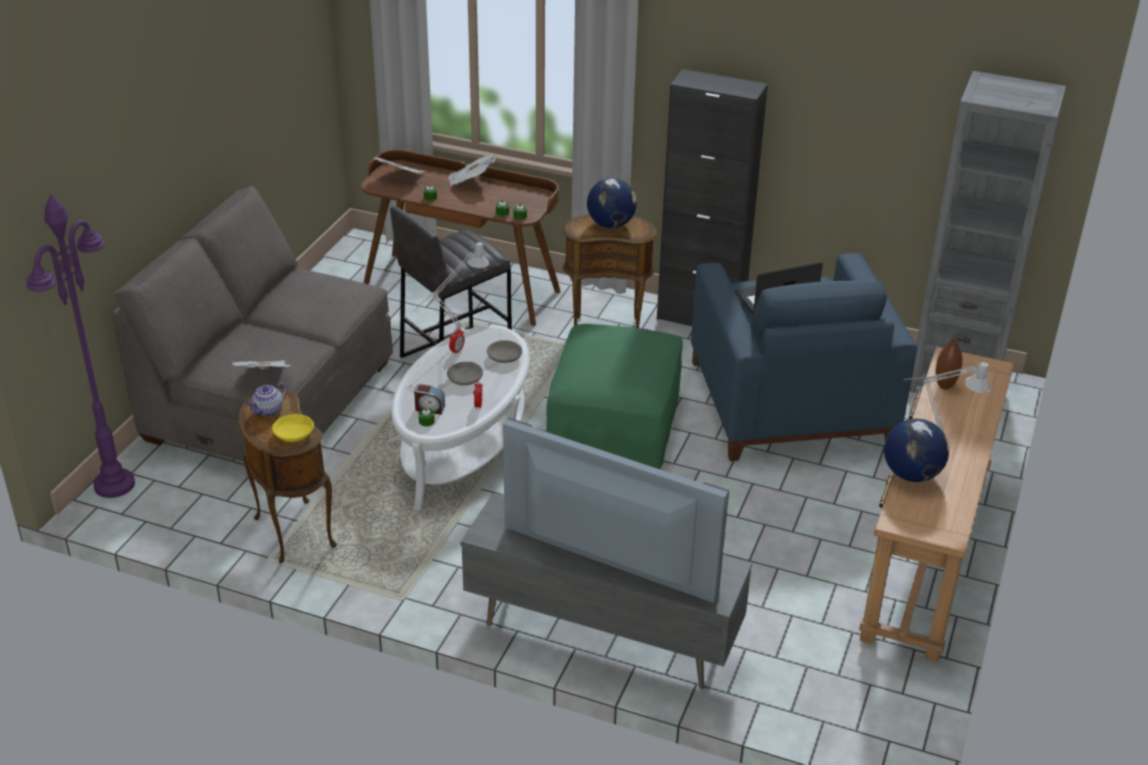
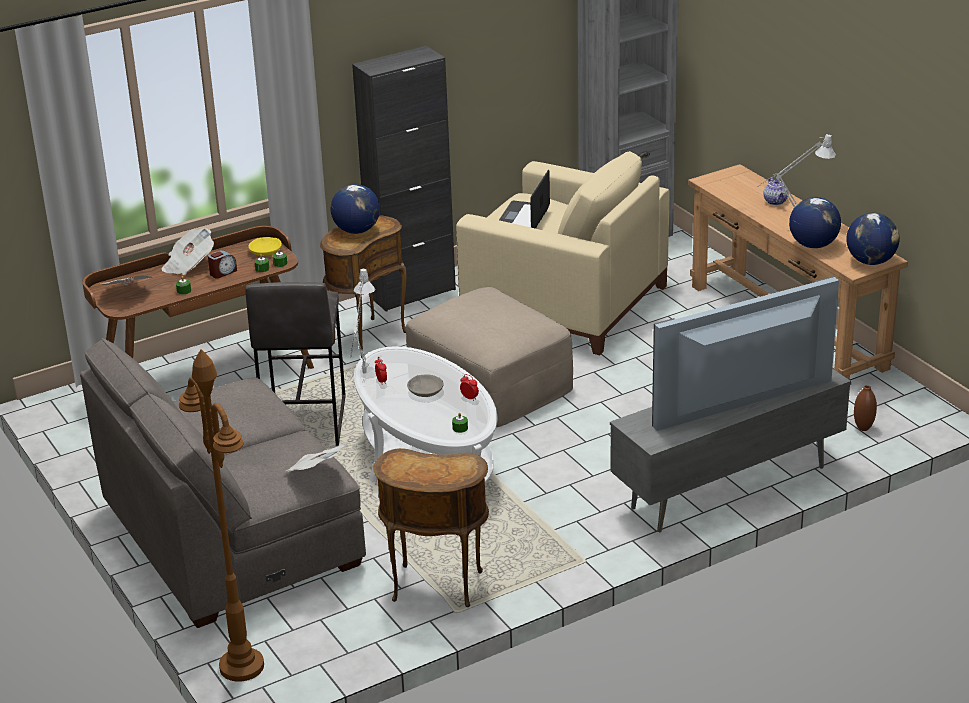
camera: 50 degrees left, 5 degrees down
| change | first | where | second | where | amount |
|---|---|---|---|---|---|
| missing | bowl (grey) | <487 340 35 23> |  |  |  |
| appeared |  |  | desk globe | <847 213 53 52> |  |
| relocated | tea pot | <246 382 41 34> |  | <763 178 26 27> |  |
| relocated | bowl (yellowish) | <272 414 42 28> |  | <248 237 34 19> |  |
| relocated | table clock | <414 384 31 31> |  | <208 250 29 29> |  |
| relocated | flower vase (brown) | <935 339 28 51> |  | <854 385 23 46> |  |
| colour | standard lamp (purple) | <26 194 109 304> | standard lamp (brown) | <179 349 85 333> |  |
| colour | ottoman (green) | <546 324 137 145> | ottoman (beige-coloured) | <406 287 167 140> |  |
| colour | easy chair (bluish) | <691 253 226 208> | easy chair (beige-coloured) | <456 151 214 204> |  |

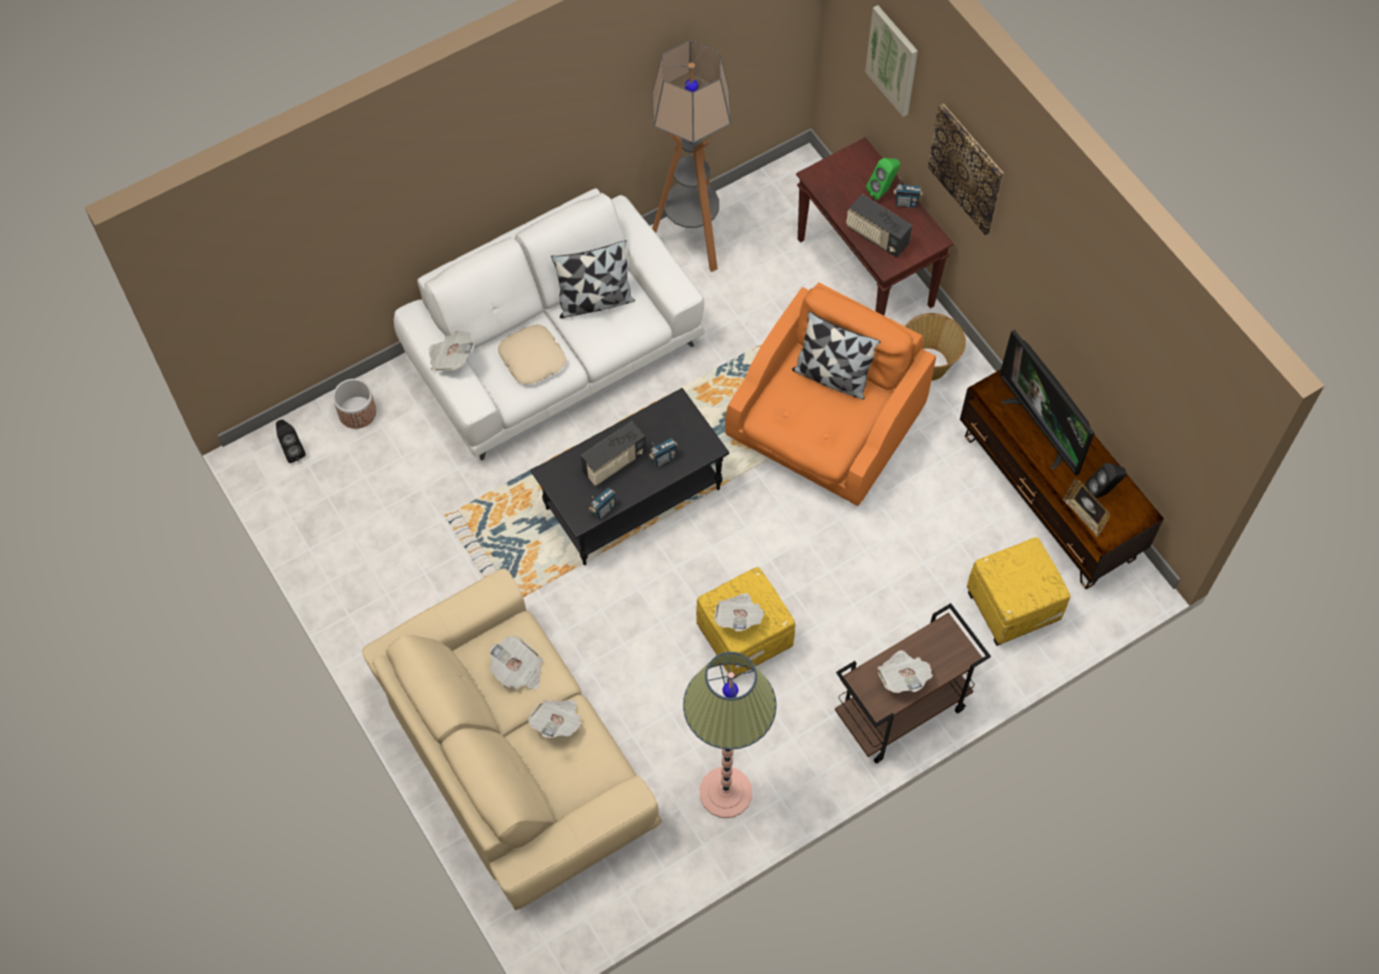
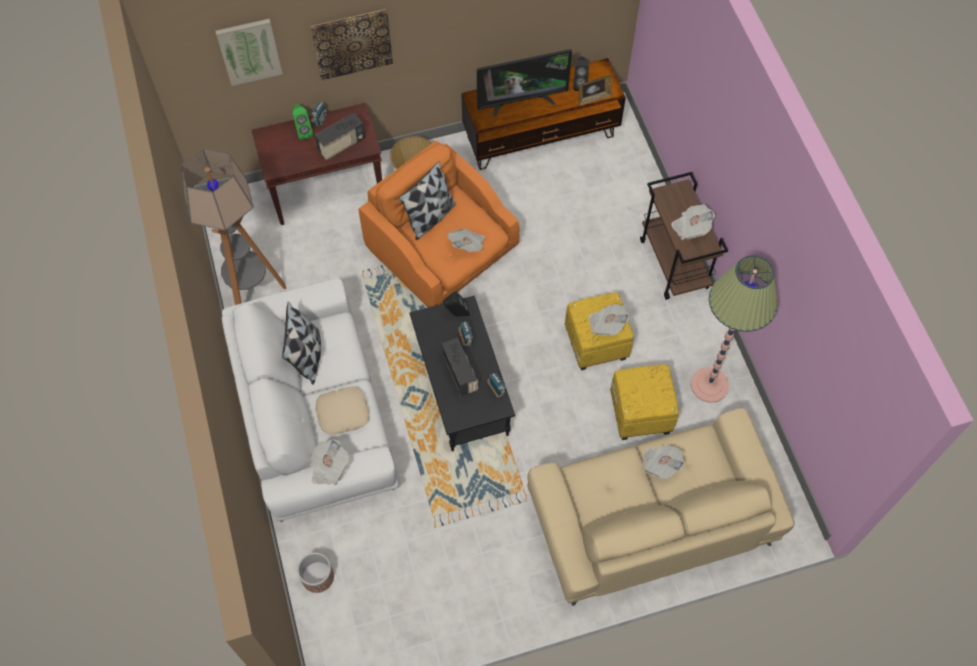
camera: 75 degrees left, 0 degrees up
| change | first | where | second | where | amount |
|---|---|---|---|---|---|
| relocated | audio speaker (black) | <276 419 30 44> |  | <443 291 27 26> |  |
| relocated | daily paper | <490 636 53 54> |  | <448 228 37 24> |  |
| relocated | ottoman (yellowish) | <967 537 103 109> |  | <610 364 69 76> |  |

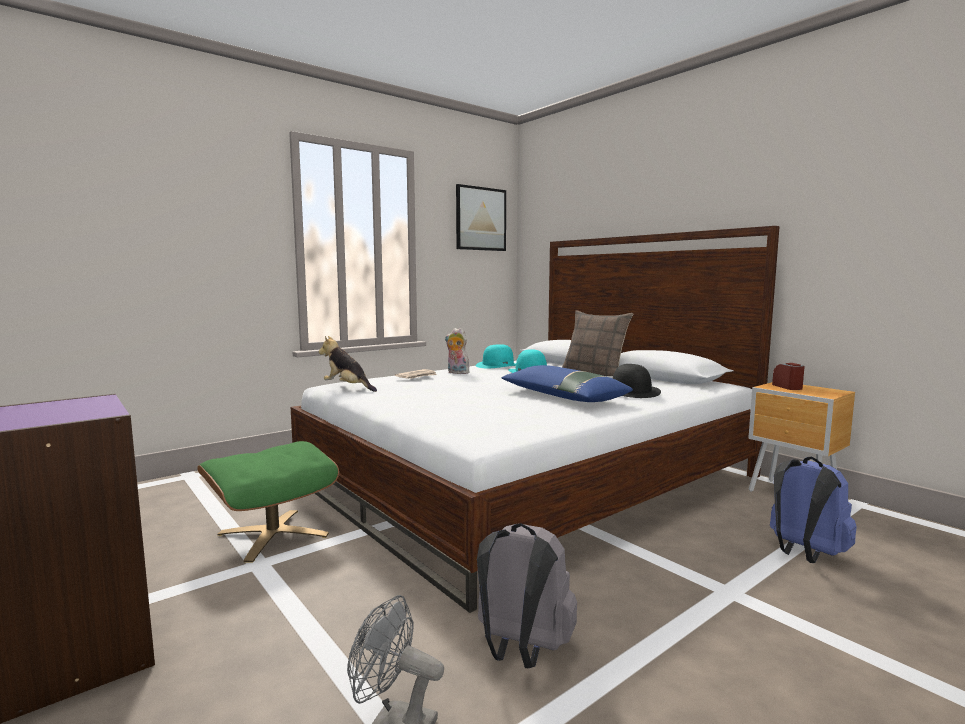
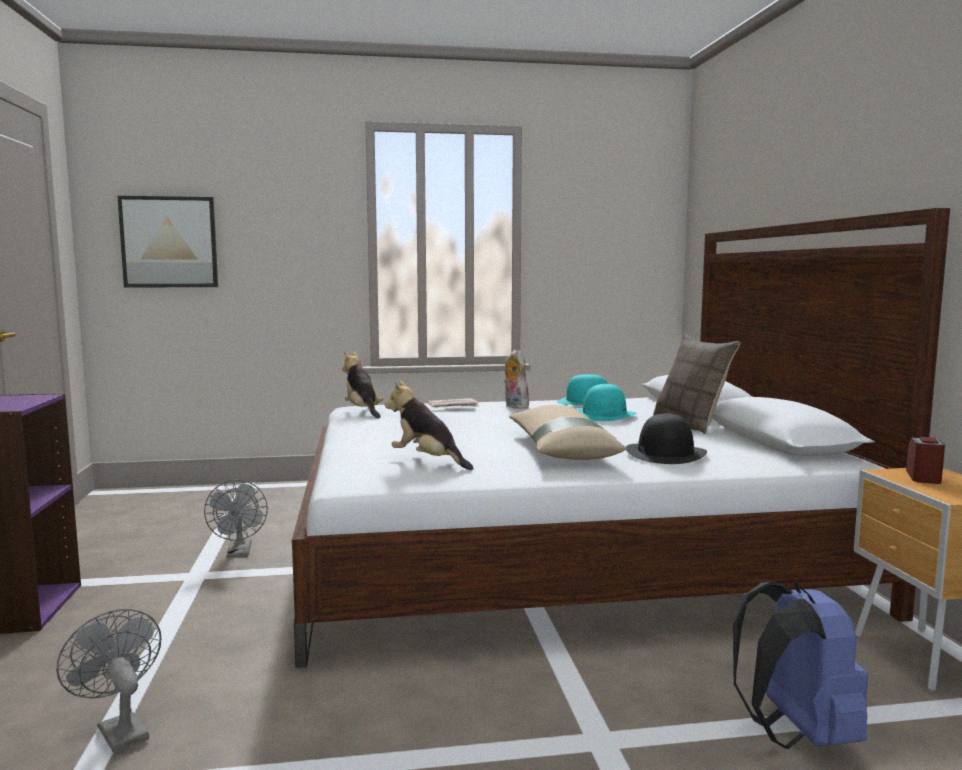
camera: 30 degrees right, 0 degrees up
| change | first | where | second | where | amount |
|---|---|---|---|---|---|
| missing | backpack (grey) | <477 523 100 145> |  |  |  |
| appeared |  |  | plush toy | <385 380 89 90> |  |
| relocated | wall art | <456 184 50 67> |  | <117 196 101 91> |  |
| exchanged | ottoman (green) | <197 441 142 122> | electric fan (grey) | <204 480 64 77> |  |
| colour | throw pillow (bluish) | <501 365 132 37> | throw pillow (beige-coloured) | <509 405 117 55> |  |

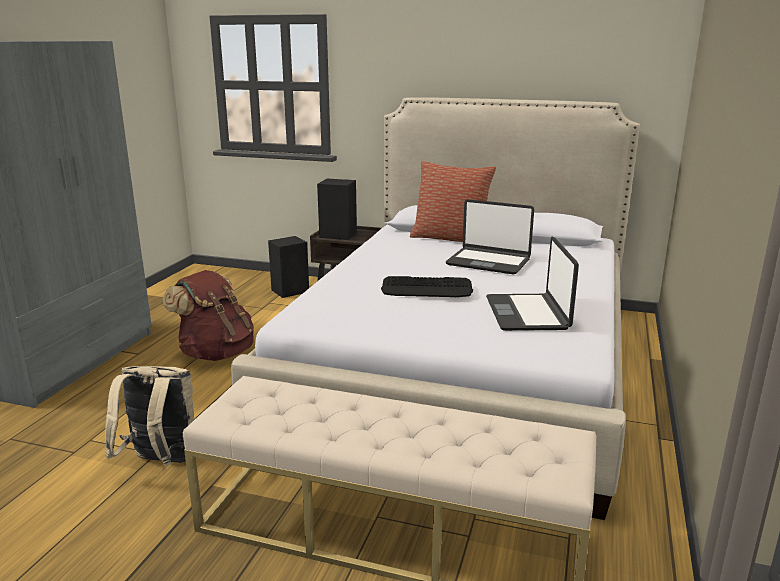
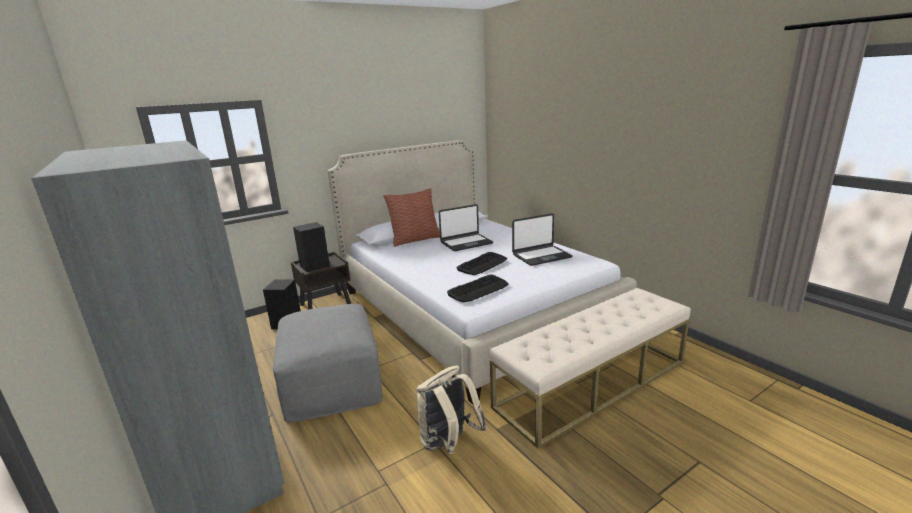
camera: 50 degrees left, 0 degrees up
| change | first | where | second | where | amount |
|---|---|---|---|---|---|
| appeared |  |  | computer keyboard | <447 274 62 29> |  |
| exchanged | backpack (brown) | <162 270 92 91> | ottoman (grey) | <273 304 109 119> |  |
| spun | portable computer | <486 236 93 95> |  | <512 213 60 53> | 60 degrees counterclockwise |

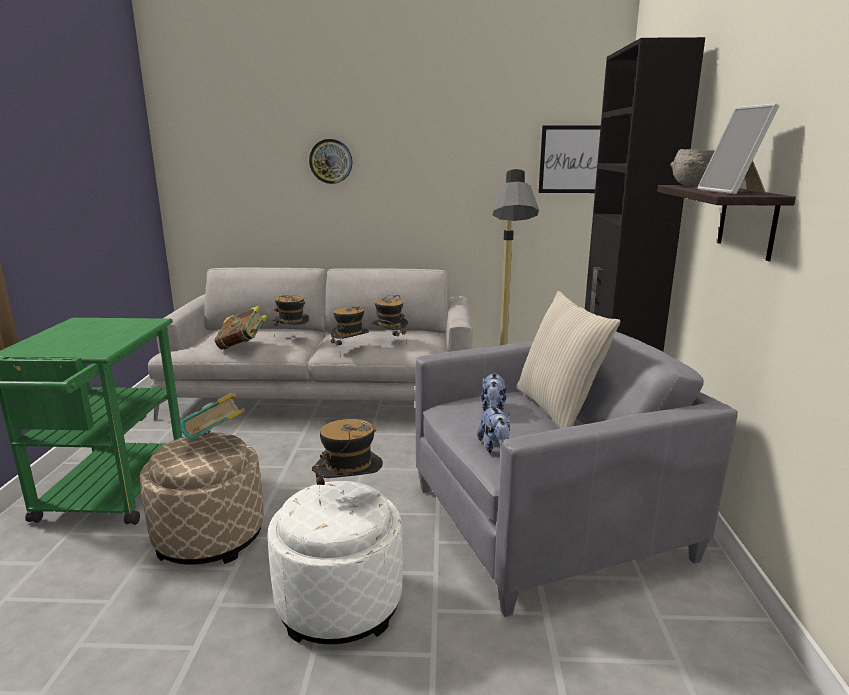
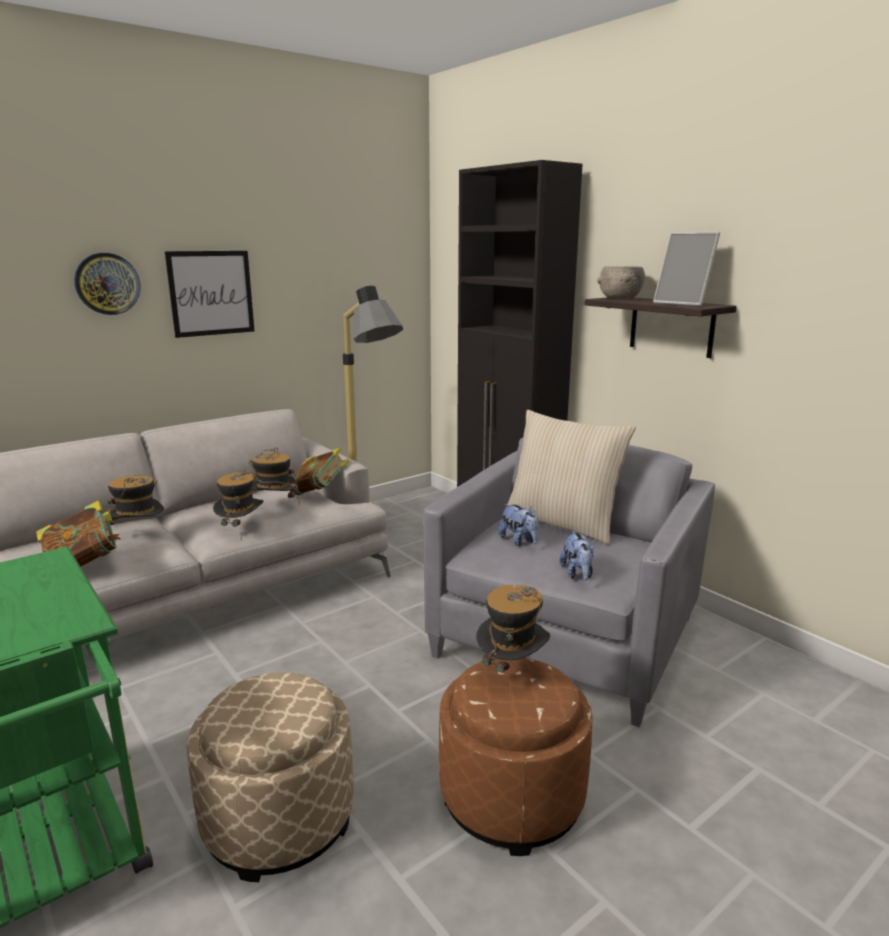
camera: 40 degrees left, 0 degrees up
| change | first | where | second | where | amount |
|---|---|---|---|---|---|
| relocated | bound book | <180 393 65 46> |  | <290 448 59 47> |  |
| relocated | wall art | <538 125 63 68> |  | <165 251 89 87> |  |
| colour | ottoman (white) | <267 481 136 163> | ottoman (brown) | <439 658 154 198> |  |
| spun | plush toy | <477 405 34 48> |  | <560 531 34 49> | 45 degrees clockwise |

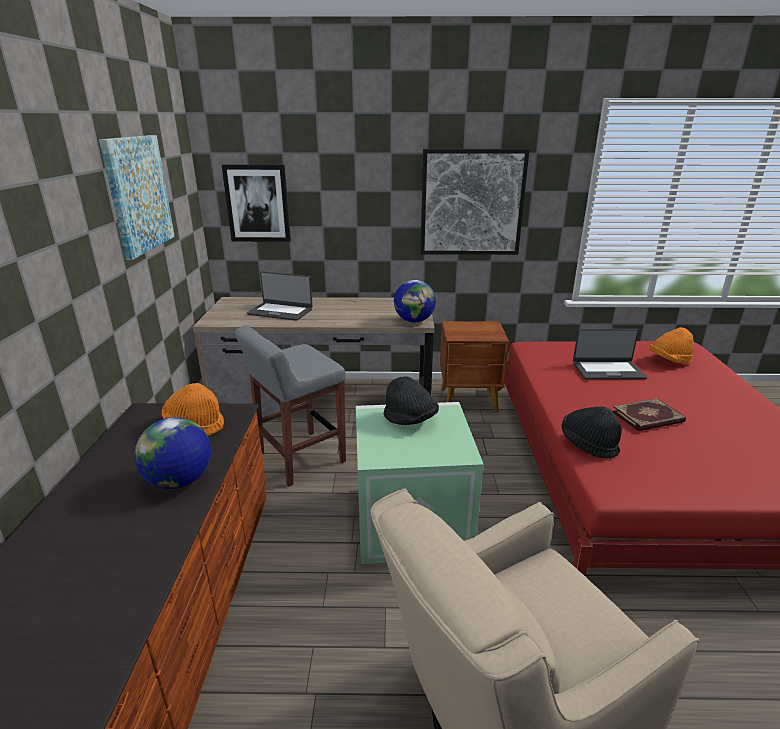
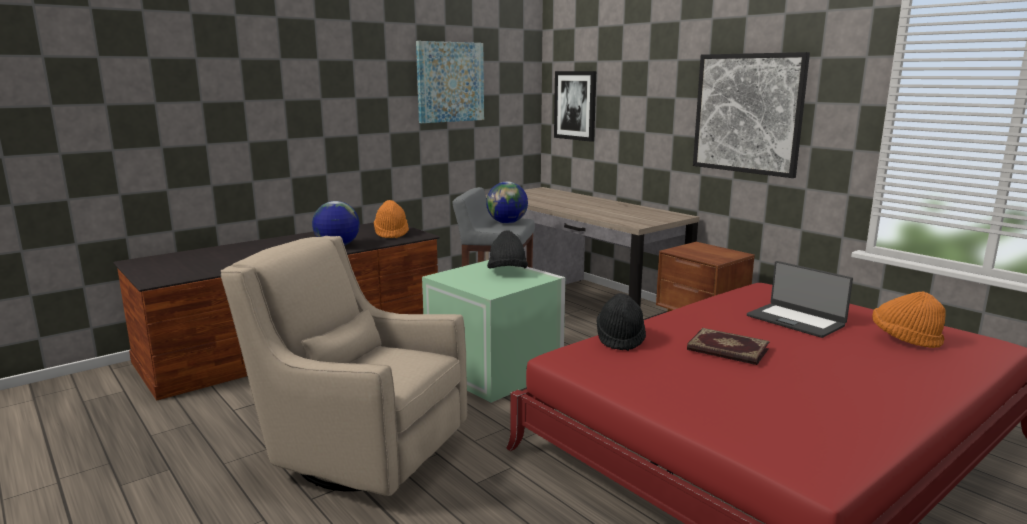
camera: 50 degrees right, 10 degrees down
| change | first | where | second | where | amount |
|---|---|---|---|---|---|
| missing | portable computer | <247 271 66 50> |  |  |  |
| relocated | desk globe | <394 280 42 42> |  | <486 182 42 42> |  |

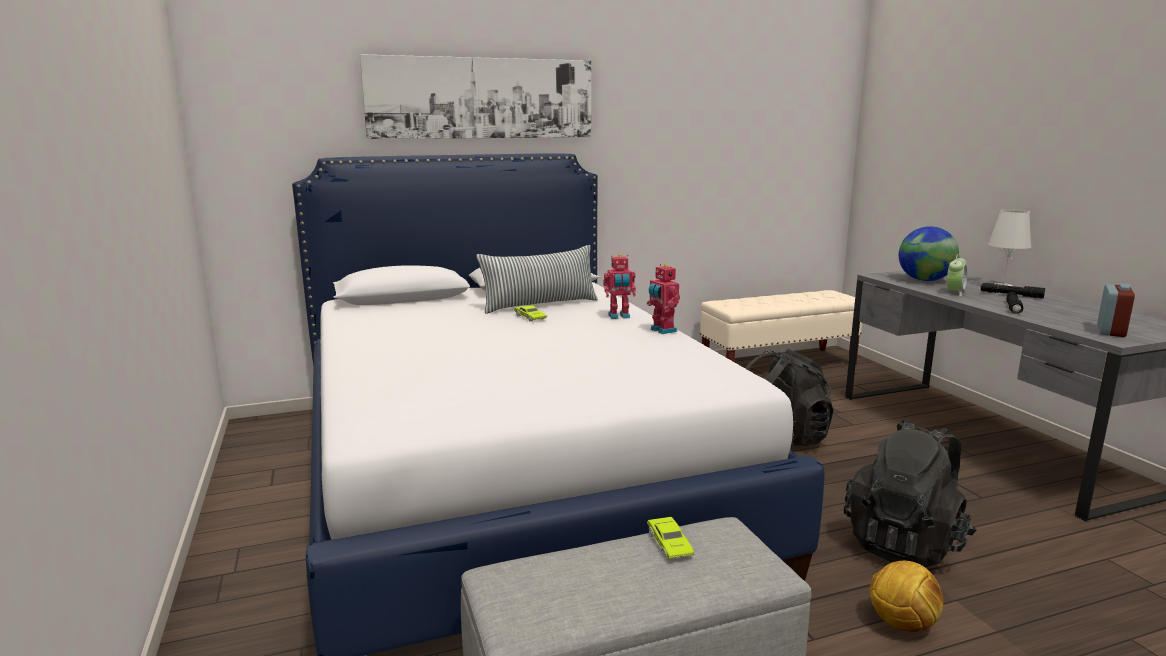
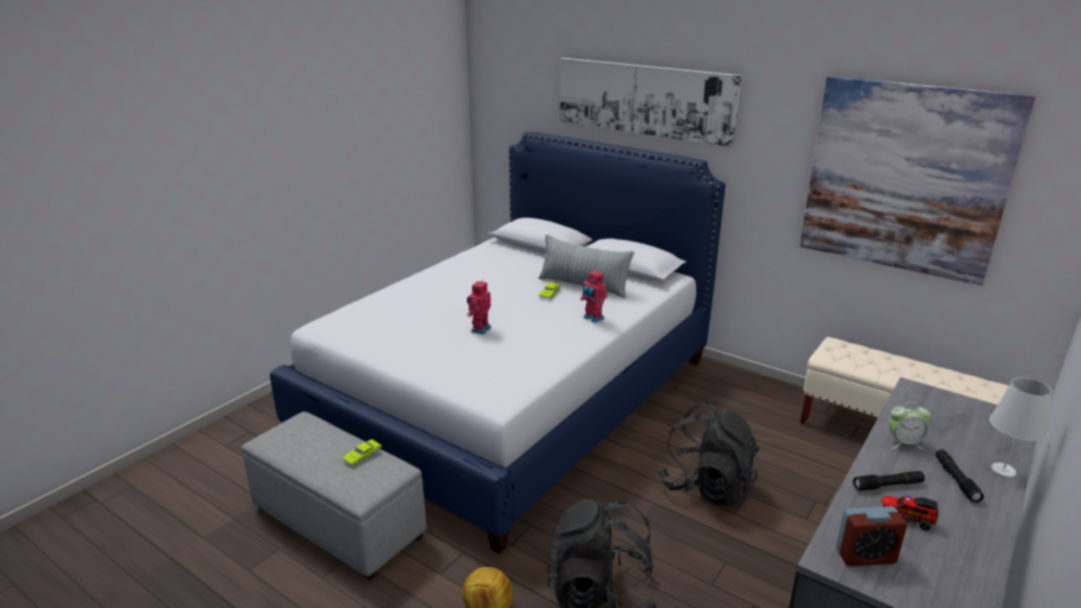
camera: 55 degrees right, 10 degrees up
| change | first | where | second | where | amount |
|---|---|---|---|---|---|
| missing | desk globe | <899 226 60 55> |  |  |  |
| appeared |  |  | wall art | <800 76 236 210> |  |
| appeared |  |  | toy truck | <881 496 57 35> |  |
| relocated | model robot | <647 264 33 70> |  | <467 279 24 56> |  |

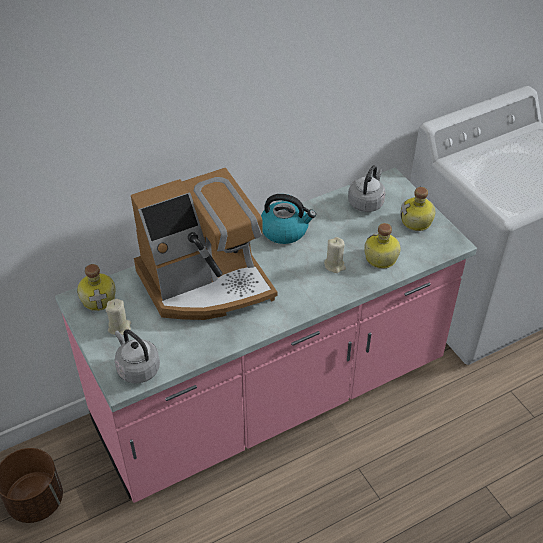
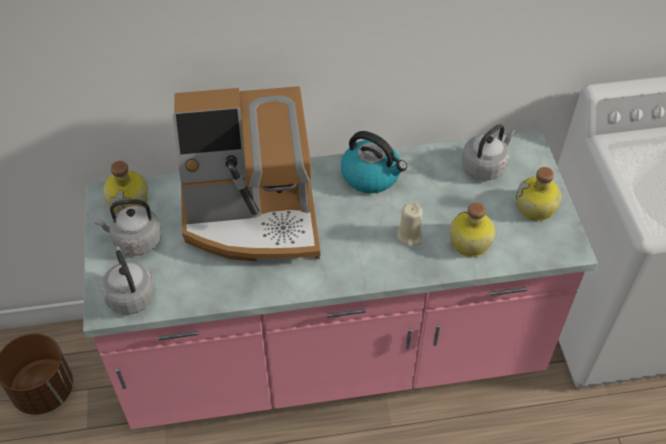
camera: 20 degrees right, 5 degrees up
| change | first | where | second | where | amount |
|---|---|---|---|---|---|
| exchanged | wax light (beige-coloured) | <105 299 26 36> | water kettle (grey) | <94 199 67 57> |  |

